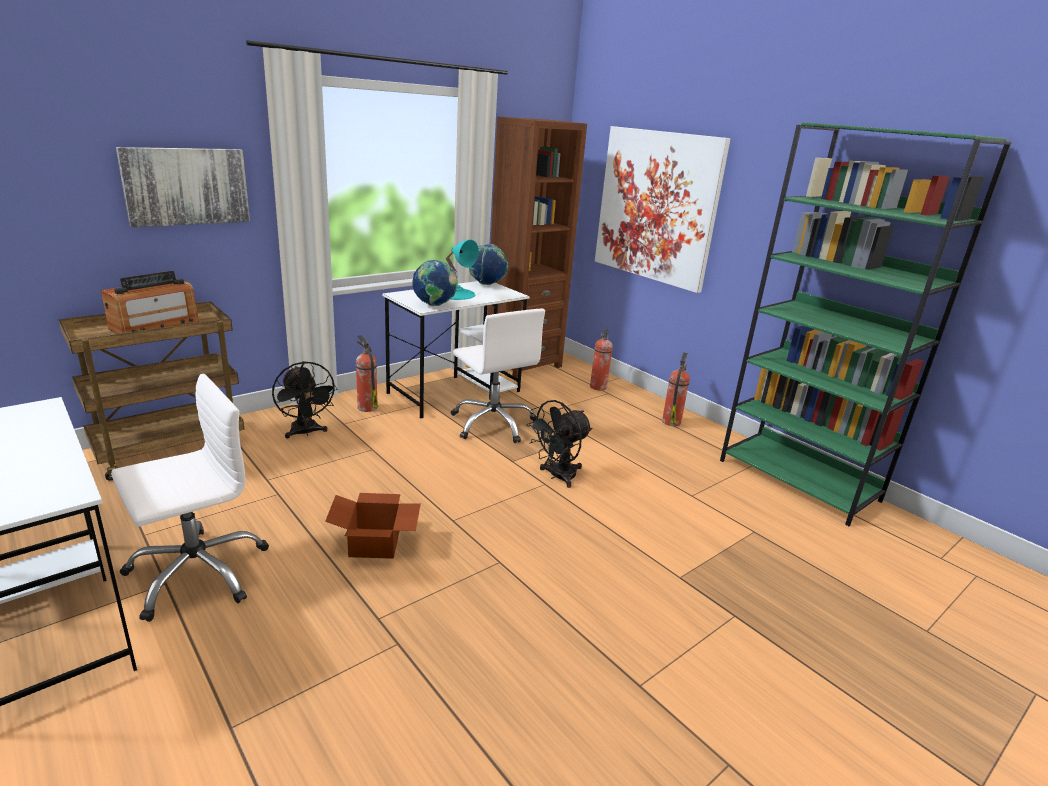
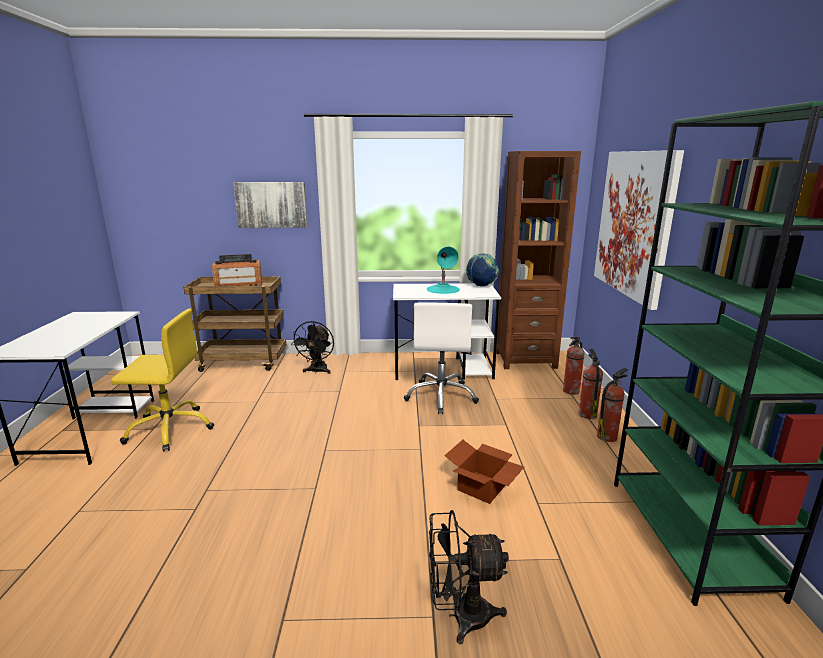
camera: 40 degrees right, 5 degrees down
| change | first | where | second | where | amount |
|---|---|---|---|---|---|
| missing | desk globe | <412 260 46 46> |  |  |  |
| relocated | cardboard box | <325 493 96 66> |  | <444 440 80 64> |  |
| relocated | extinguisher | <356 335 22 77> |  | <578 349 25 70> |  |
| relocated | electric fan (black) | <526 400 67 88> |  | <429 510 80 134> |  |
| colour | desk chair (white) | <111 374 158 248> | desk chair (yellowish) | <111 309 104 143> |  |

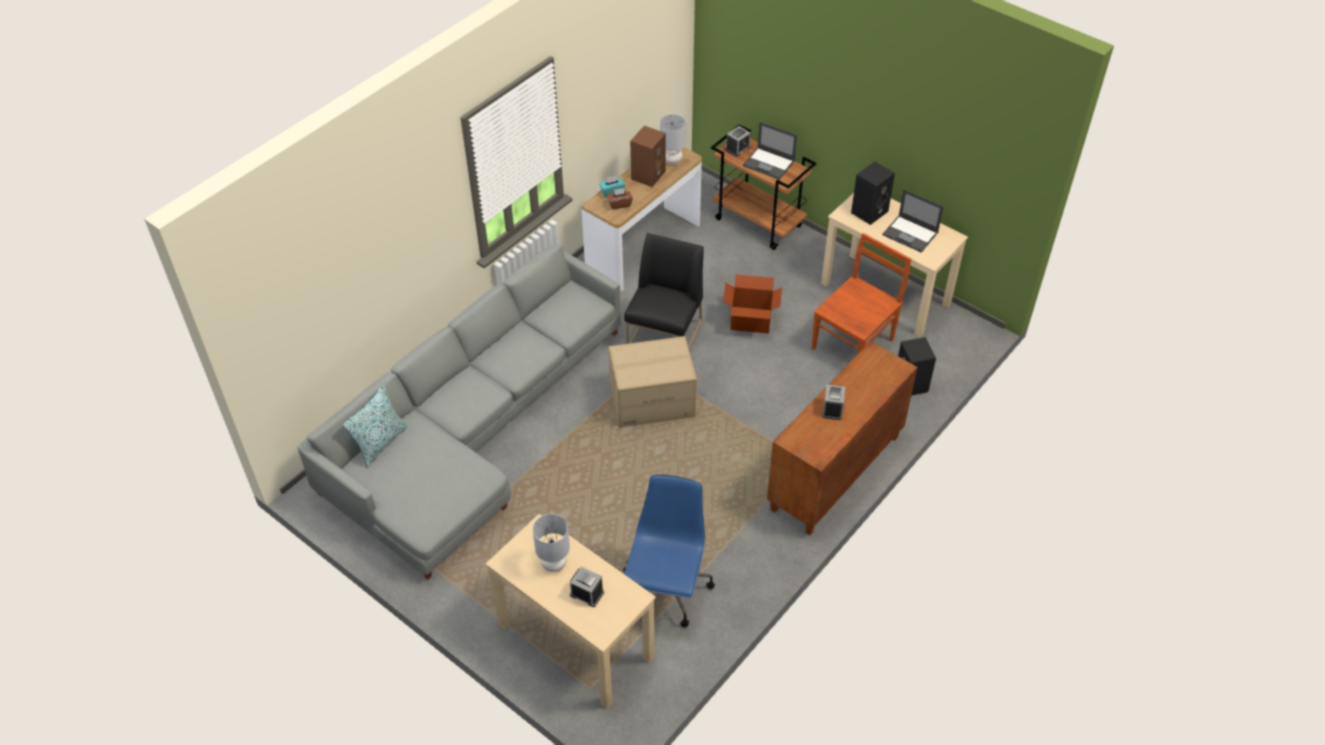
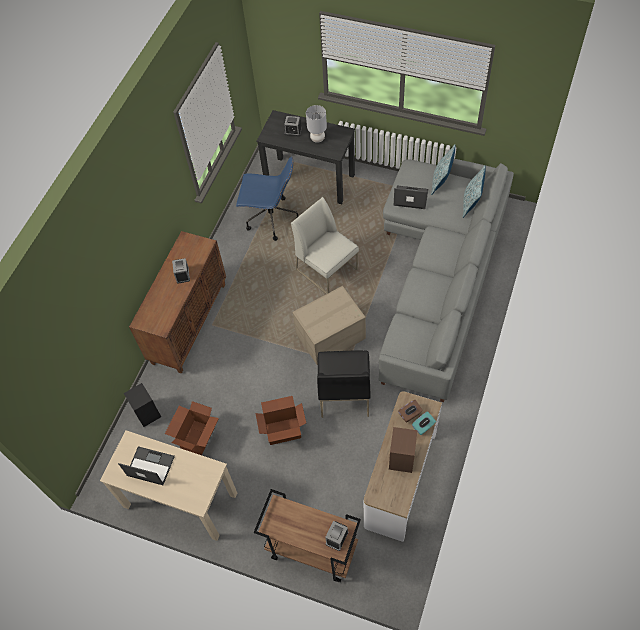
camera: 165 degrees right, 10 degrees up
| change | first | where | second | where | amount |
|---|---|---|---|---|---|
| missing | lamp for a table (grey) | <660 114 26 51> |  |  |  |
| missing | audio speaker (black) | <851 162 44 63> |  |  |  |
| appeared |  |  | chair (white) | <291 197 68 97> |  |
| appeared |  |  | throw pillow | <431 144 25 51> |  |
| relocated | portable computer | <743 122 54 58> |  | <394 186 34 23> |  |
| exchanged | chair (brown) | <812 233 99 120> | cardboard box | <165 401 54 54> |  |
| colour | desk unit (beige-coloured) | <486 514 170 195> | desk unit (black) | <256 110 99 94> |  |
| spun | desk chair (bluish) | <623 474 92 153> |  | <236 156 62 85> | 75 degrees counterclockwise |

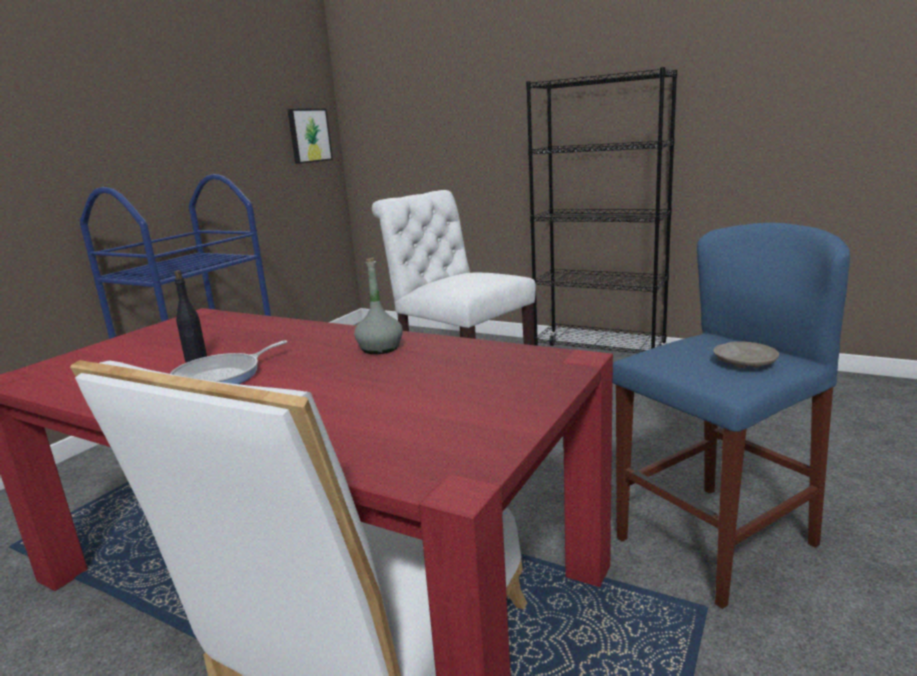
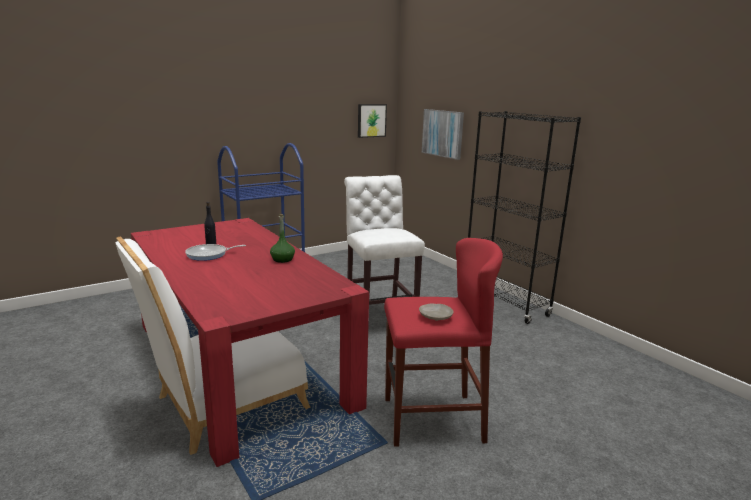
camera: 25 degrees right, 0 degrees up
| change | first | where | second | where | amount |
|---|---|---|---|---|---|
| appeared |  |  | wall art | <422 109 42 51> |  |
| colour | bottle (grey) | <354 257 49 97> | bottle (green) | <270 214 25 49> |  |
| colour | stool (bluish) | <613 223 237 386> | stool (reddish) | <384 238 119 209> |  |

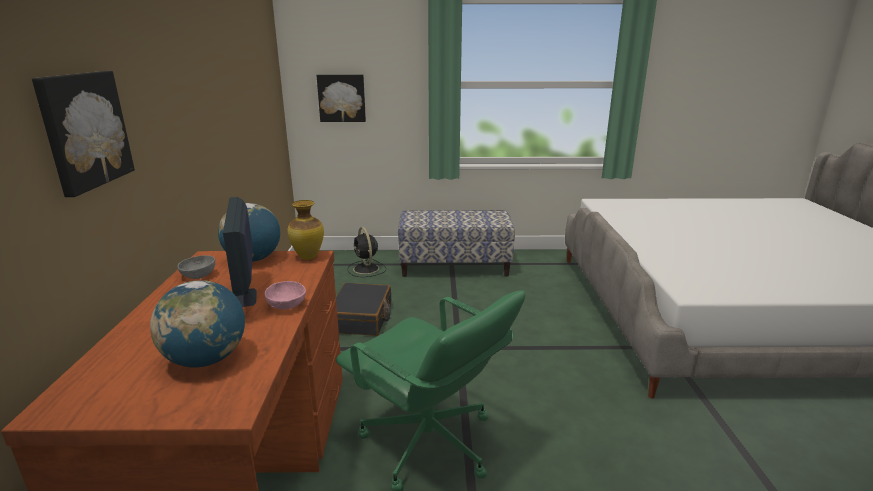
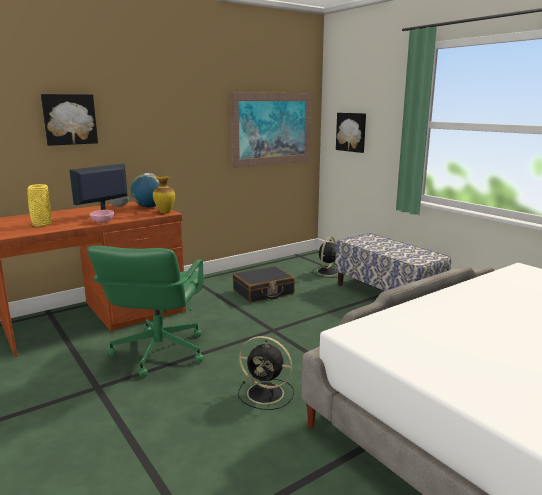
camera: 55 degrees right, 5 degrees down
| change | first | where | second | where | amount |
|---|---|---|---|---|---|
| appeared |  |  | wall art | <230 92 82 76> |  |
| appeared |  |  | electric fan (black) | <238 336 56 74> |  |
| exchanged | desk globe | <150 280 95 87> | flower vase (yellowish) | <27 184 25 43> |  |

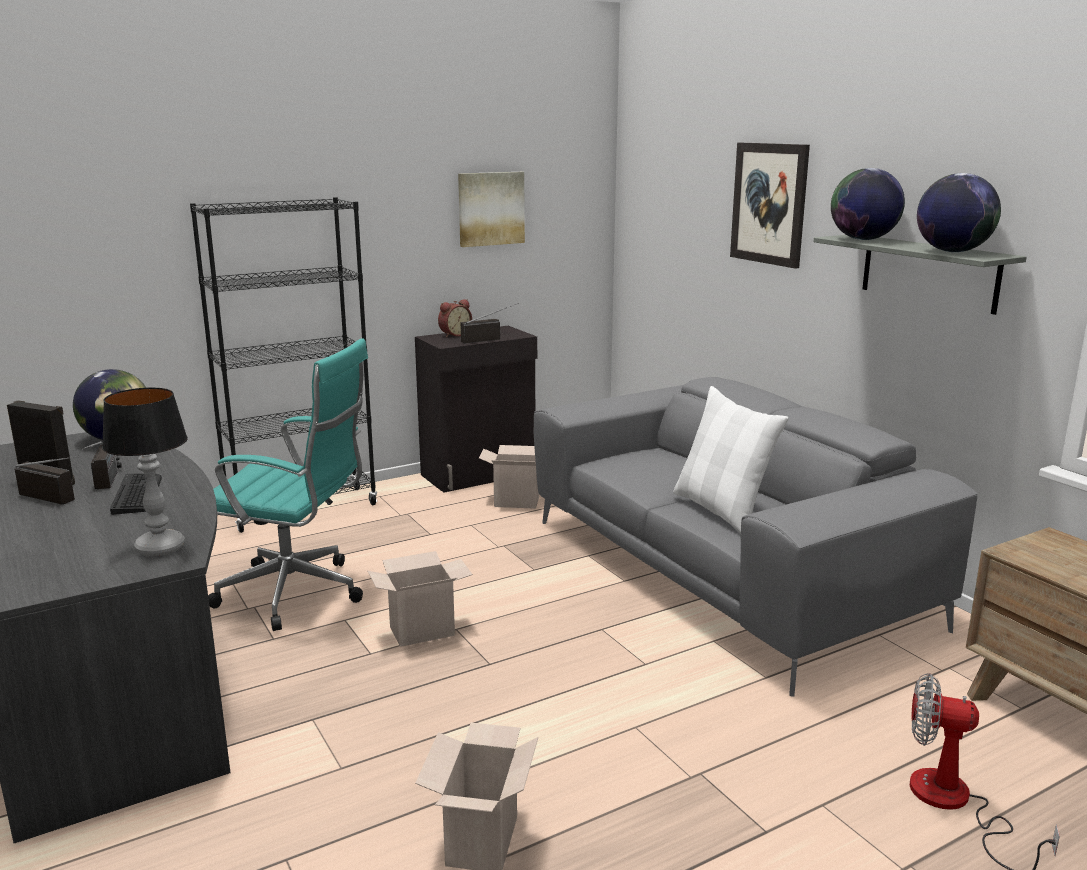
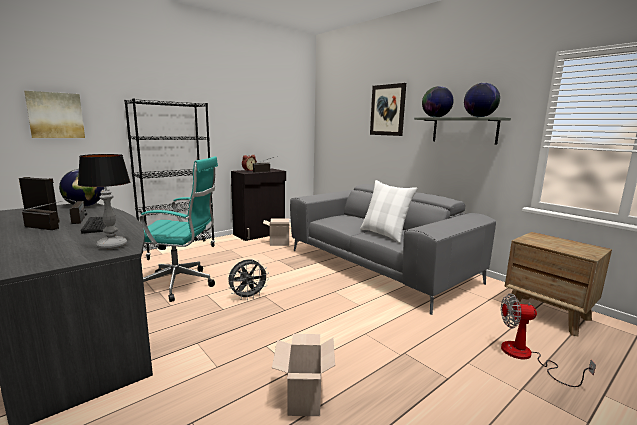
camera: 10 degrees left, 5 degrees down
| change | first | where | second | where | amount |
|---|---|---|---|---|---|
| relocated | wall art | <458 172 67 75> |  | <24 91 61 47> |  |
| exchanged | cardboard box | <368 551 105 96> | electric fan (grey) | <228 259 41 41> |  |

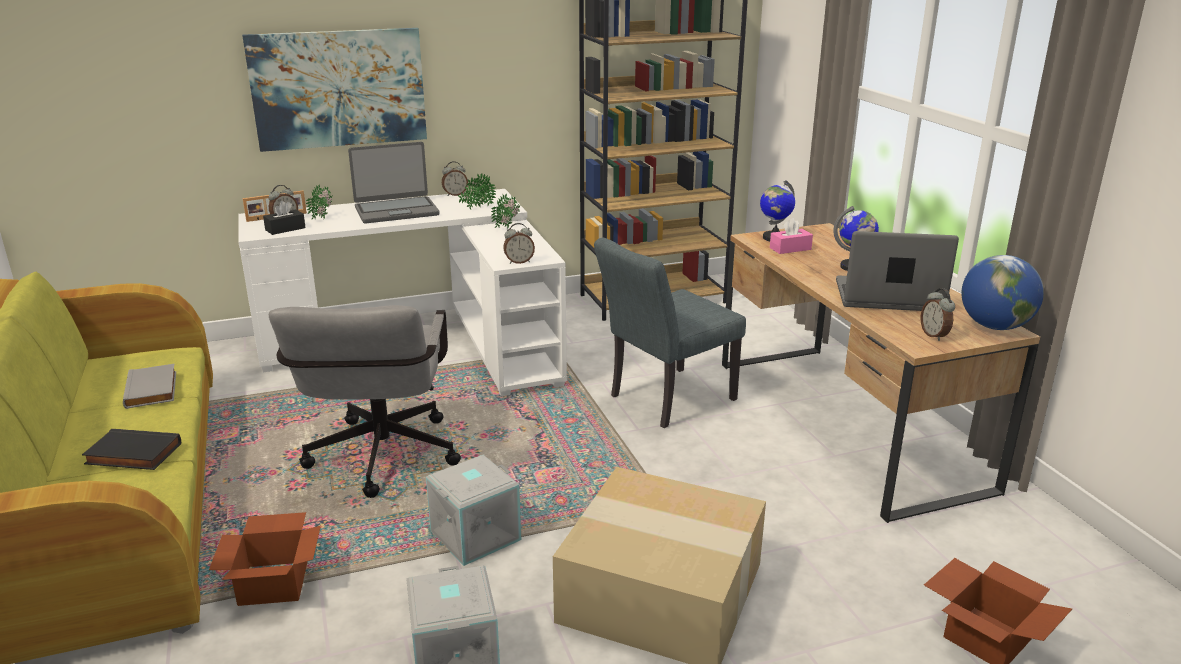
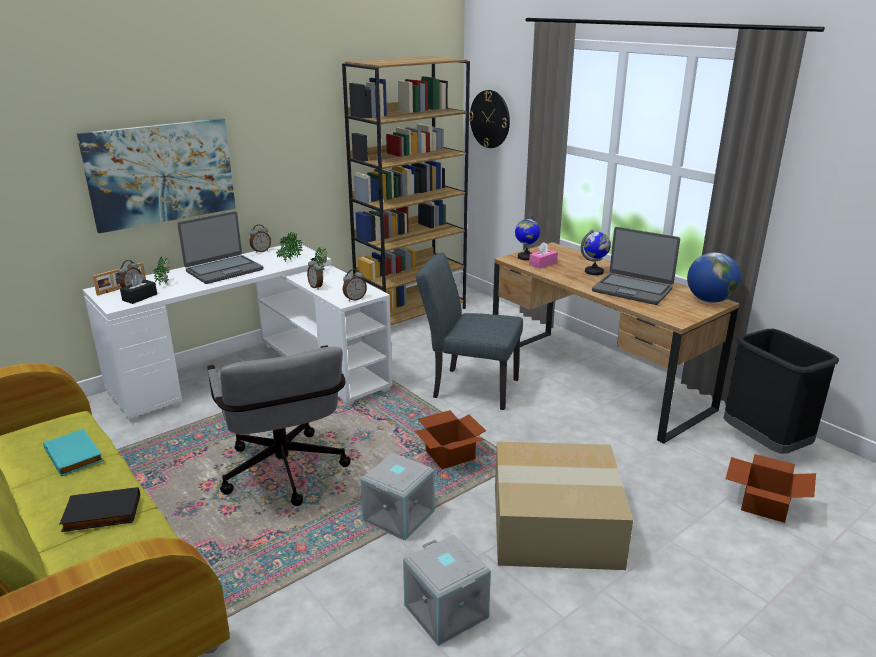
camera: 20 degrees left, 0 degrees up
| change | first | where | second | where | amount |
|---|---|---|---|---|---|
| appeared |  |  | wall clock | <469 90 41 58> |  |
| appeared |  |  | rubbish bin (black) | <724 329 115 125> |  |
| relocated | cardboard box | <209 512 112 94> |  | <415 410 71 59> |  |
| relocated | table clock | <920 288 35 53> |  | <307 258 16 32> |  |
| colour | bound book (grey) | <123 364 53 45> | bound book (blue-green) | <43 429 60 47> |  |
| spun | chair (grey) | <594 238 152 190> |  | <416 252 107 158> | 75 degrees clockwise |
| spun | portable computer | <836 231 123 80> |  | <592 227 88 78> | 135 degrees counterclockwise |

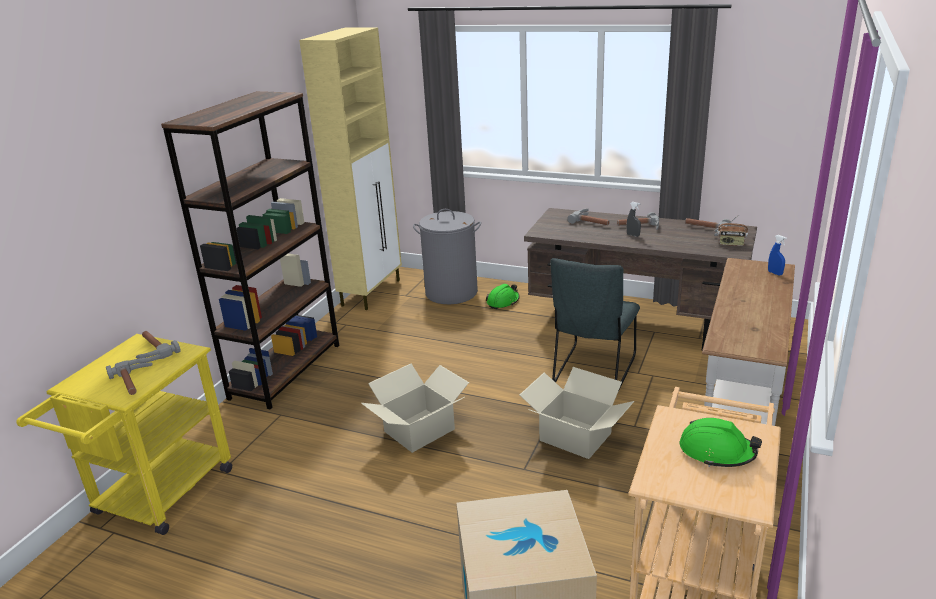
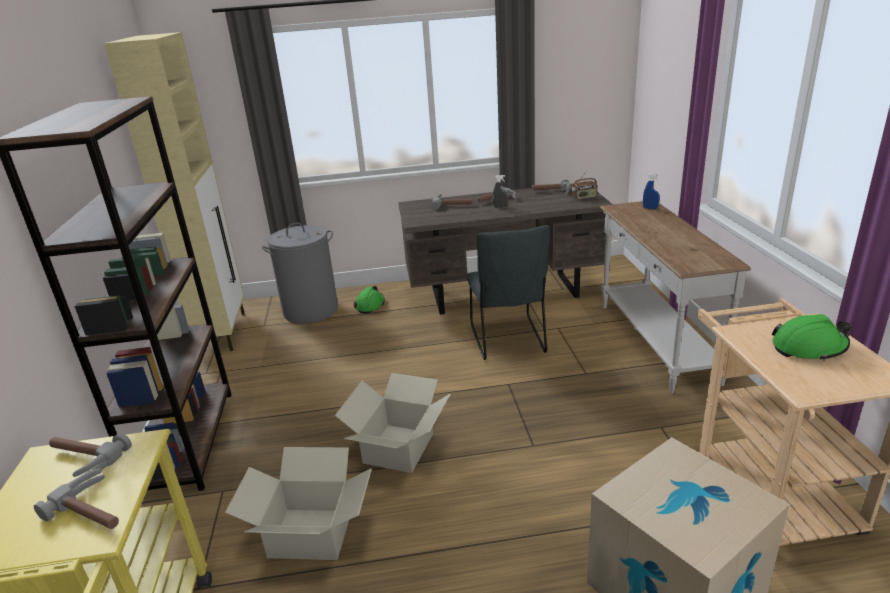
camera: 30 degrees left, 0 degrees up
| change | first | where | second | where | amount |
|---|---|---|---|---|---|
| relocated | cardboard box | <520 367 114 92> |  | <225 447 147 113> |  |

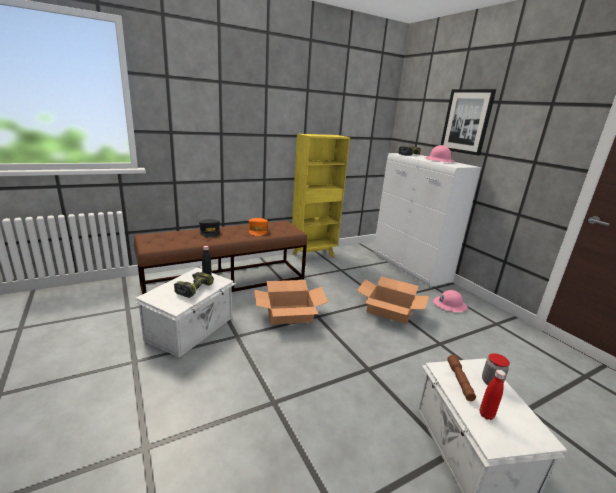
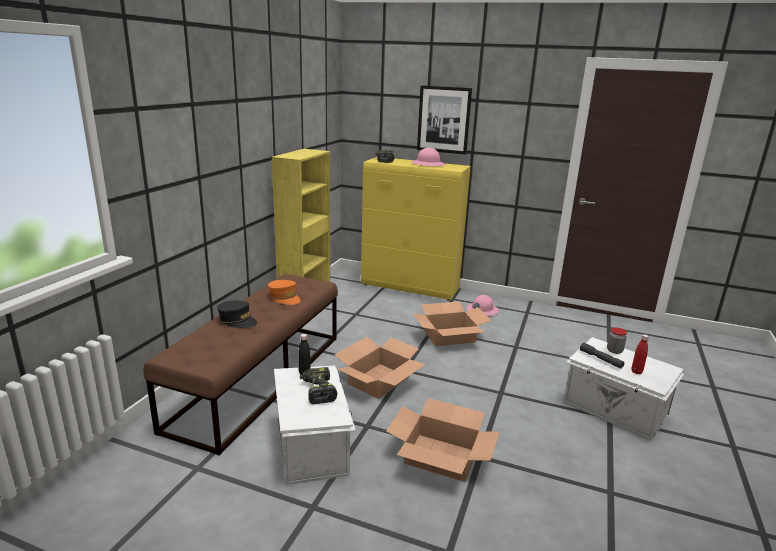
camera: 40 degrees left, 0 degrees up
| change | first | where | second | where | amount |
|---|---|---|---|---|---|
| appeared |  |  | cardboard box | <386 398 114 84> |  |
| colour | storage cabinet (white) | <374 153 107 135> | storage cabinet (yellowish) | <361 157 110 143> |  |
| colour | torch (brown) | <447 355 29 46> | torch (grey) | <580 342 44 27> |  |

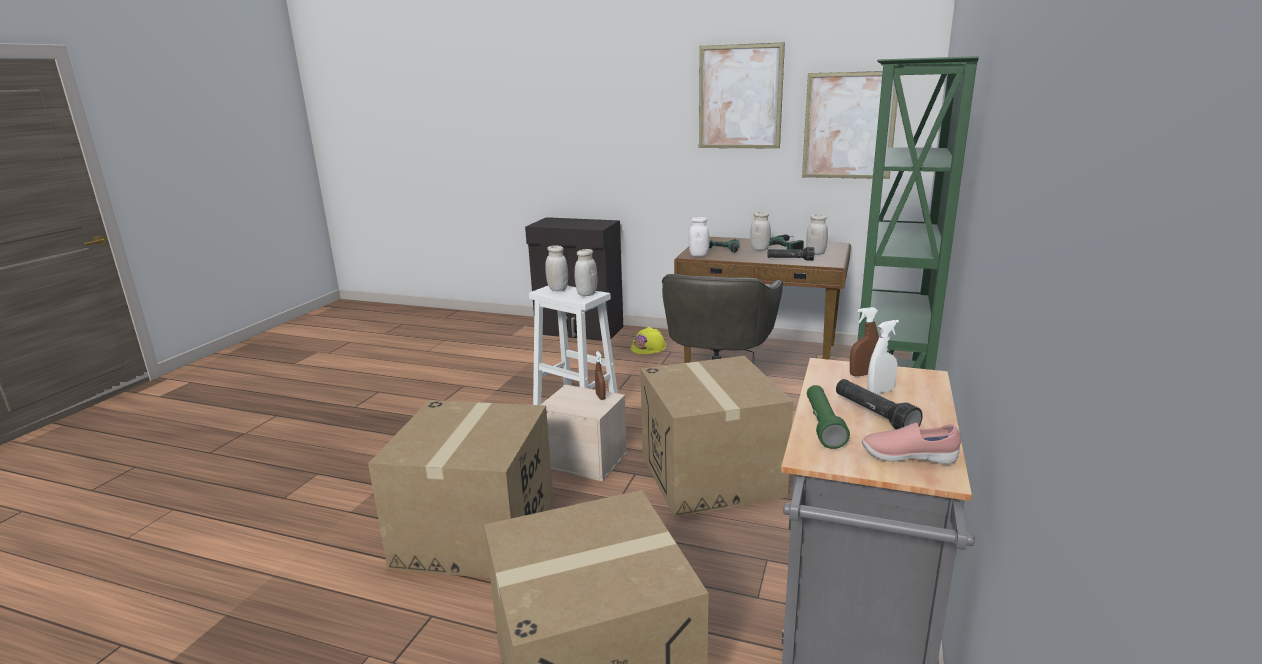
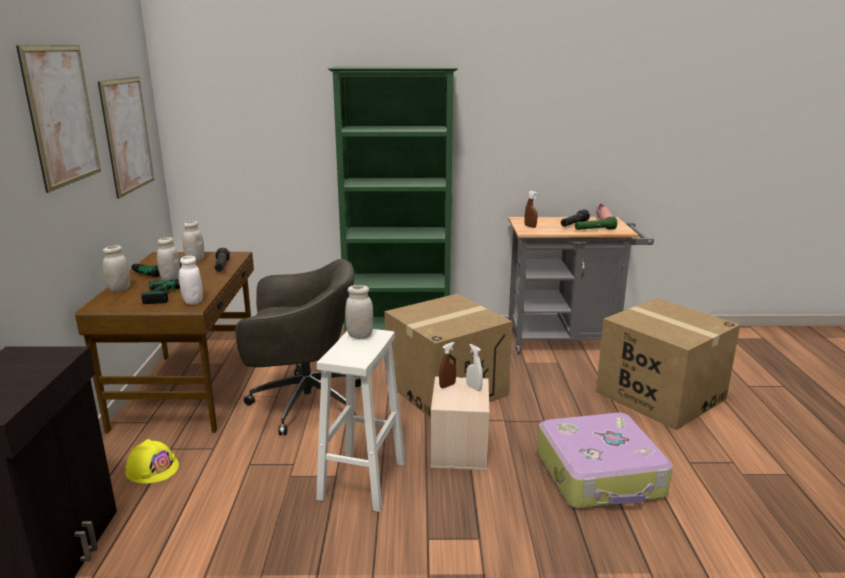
camera: 110 degrees left, 0 degrees up
| change | first | where | second | where | amount |
|---|---|---|---|---|---|
| relocated | storage jar (white) | <545 245 23 46> |  | <103 245 27 47> |  |
| relocated | spray bottle (white) | <867 320 32 74> |  | <466 344 17 47> |  |
| exchanged | cardboard box | <368 400 185 178> | travel case | <537 413 136 96> |  |

